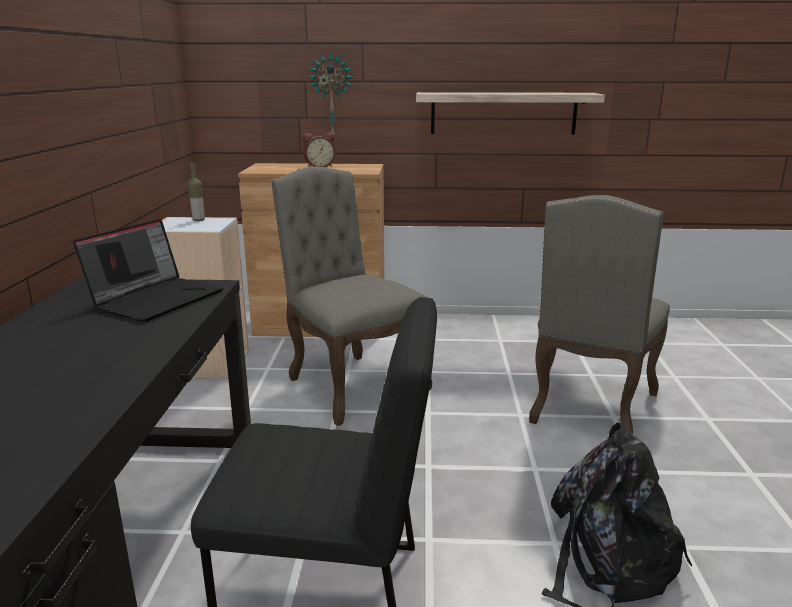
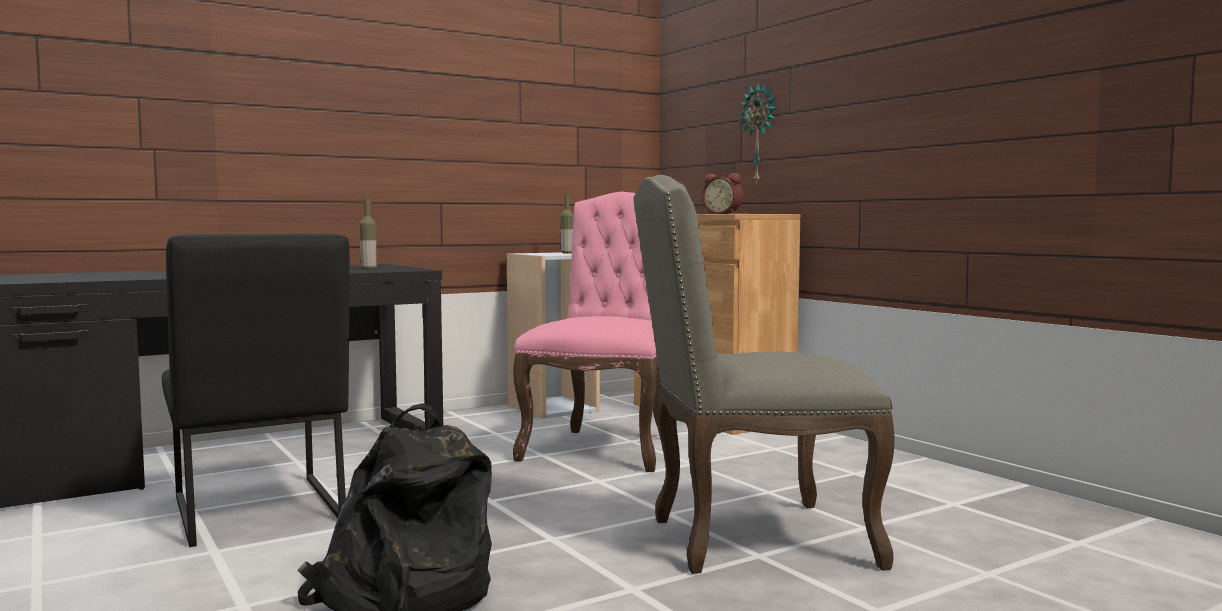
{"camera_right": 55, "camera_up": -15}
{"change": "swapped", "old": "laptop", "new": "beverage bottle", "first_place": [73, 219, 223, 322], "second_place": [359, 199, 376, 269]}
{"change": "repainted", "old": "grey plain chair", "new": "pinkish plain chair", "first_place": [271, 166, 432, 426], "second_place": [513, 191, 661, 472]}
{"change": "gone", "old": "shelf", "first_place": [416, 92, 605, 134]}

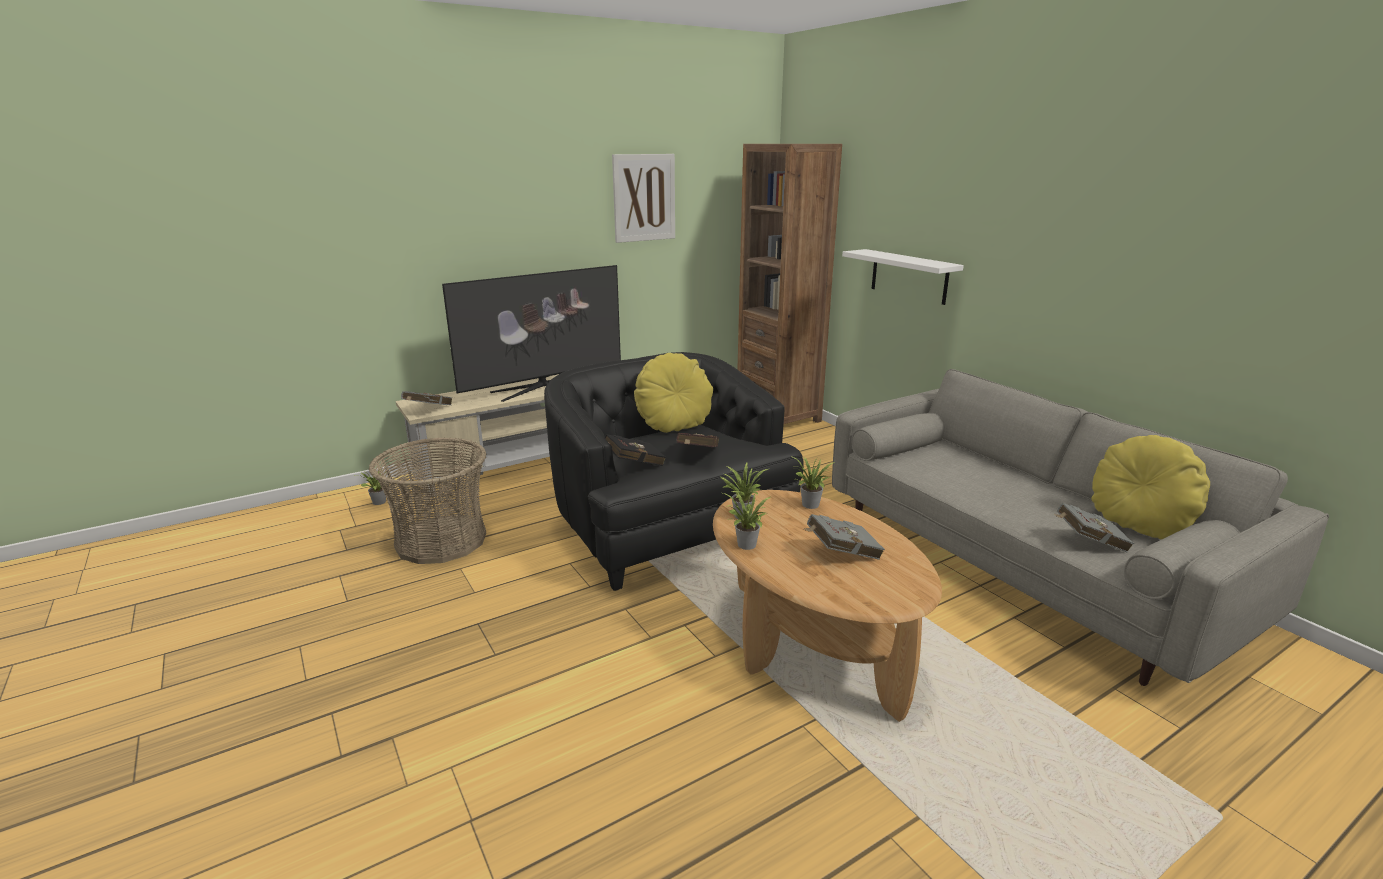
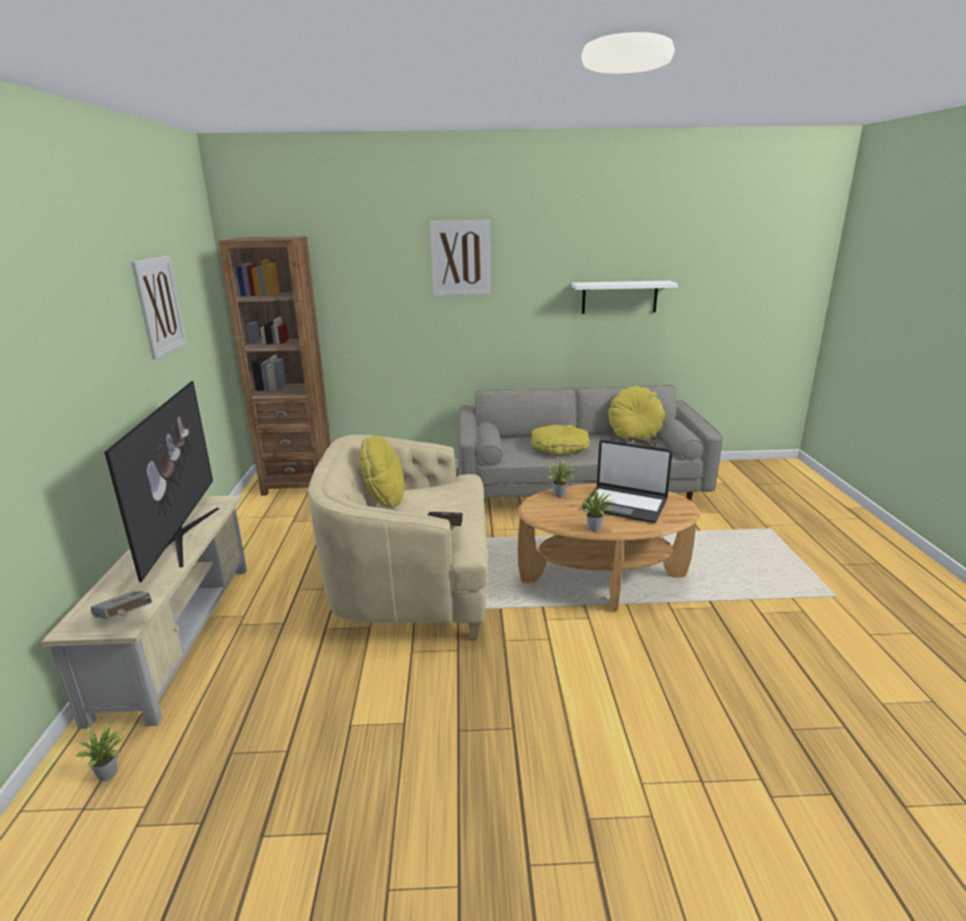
{"camera_right": -60, "camera_up": 0}
{"change": "repainted", "old": "blackish armchair", "new": "beige-coloured armchair", "first_place": [544, 352, 804, 591], "second_place": [308, 434, 488, 639]}
{"change": "new", "new": "wall art", "second_place": [430, 220, 491, 296]}
{"change": "new", "new": "yellow-coloured cushion", "second_place": [531, 425, 590, 455]}
{"change": "shifted", "old": "whitish shelf", "first_place": [842, 249, 964, 305], "second_place": [572, 281, 678, 314]}
{"change": "swapped", "old": "grey book", "new": "laptop", "first_place": [804, 514, 885, 560], "second_place": [582, 440, 672, 523]}
{"change": "gone", "old": "household basket", "first_place": [369, 437, 487, 564]}
{"change": "gone", "old": "red book", "first_place": [676, 433, 719, 447]}
{"change": "gone", "old": "potted plant", "first_place": [721, 463, 768, 519]}

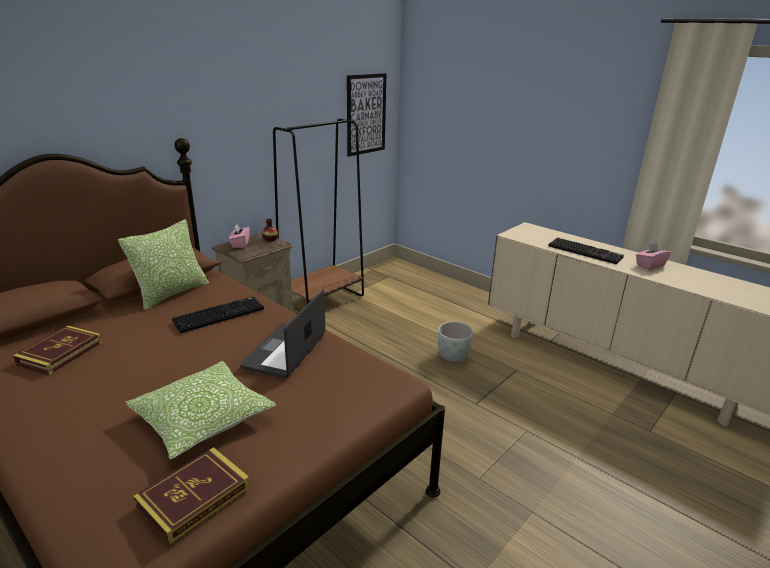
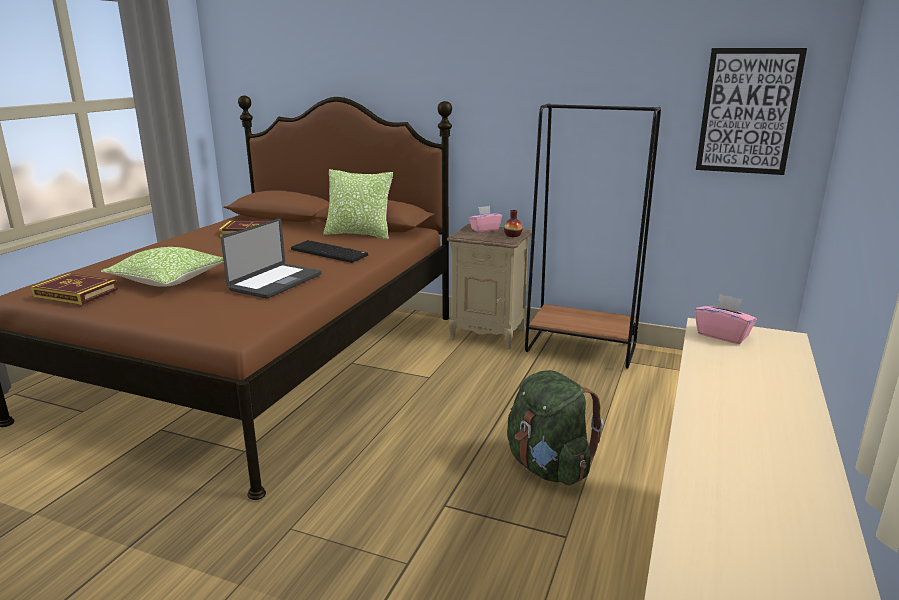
{"camera_right": 70, "camera_up": -5}
{"change": "rotated", "old": "laptop", "first_place": [240, 289, 325, 378], "second_place": [221, 218, 322, 299], "degrees": 120}
{"change": "swapped", "old": "grey plant pot", "new": "green-coloured rucksack", "first_place": [438, 322, 473, 362], "second_place": [507, 370, 603, 486]}
{"change": "shifted", "old": "pinkish tissue box", "first_place": [636, 242, 671, 270], "second_place": [695, 294, 757, 344]}
{"change": "gone", "old": "computer keyboard", "first_place": [548, 238, 624, 264]}

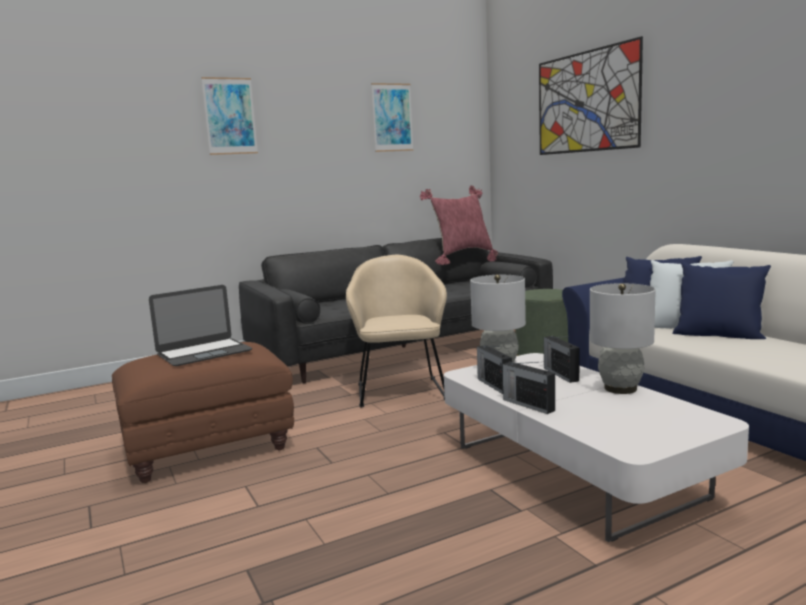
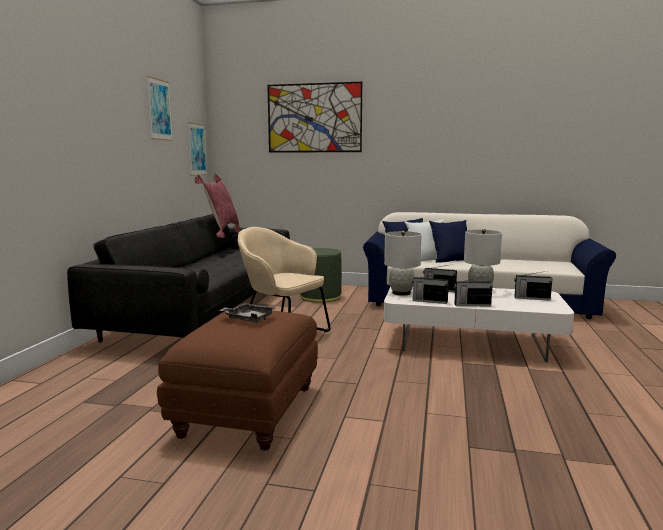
{"camera_right": -50, "camera_up": 0}
{"change": "shifted", "old": "wall art", "first_place": [201, 77, 258, 155], "second_place": [188, 122, 207, 176]}
{"change": "swapped", "old": "laptop", "new": "grey serving tray", "first_place": [149, 285, 252, 366], "second_place": [218, 303, 275, 323]}
{"change": "new", "new": "radio receiver", "second_place": [514, 271, 553, 301]}

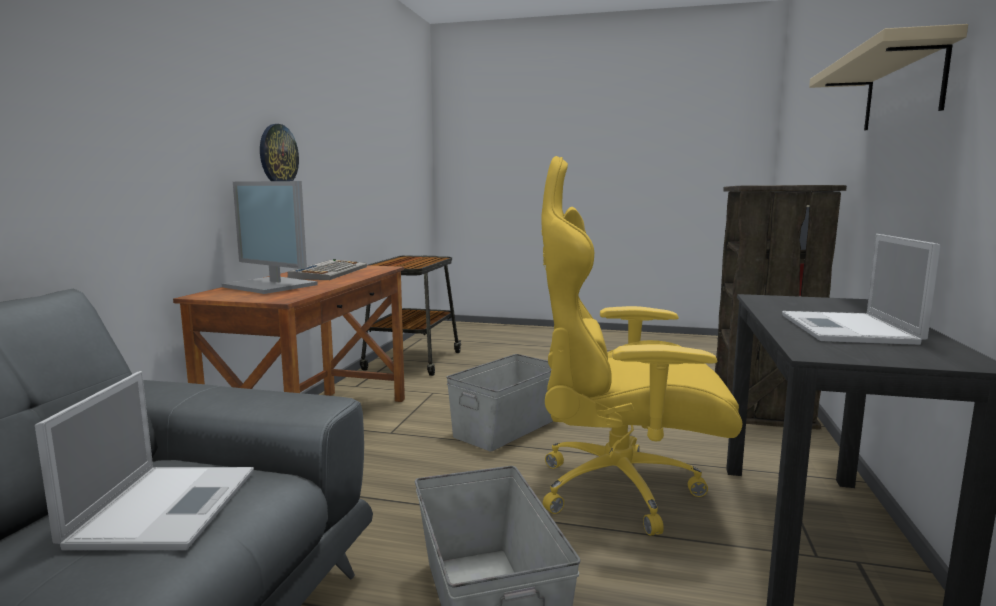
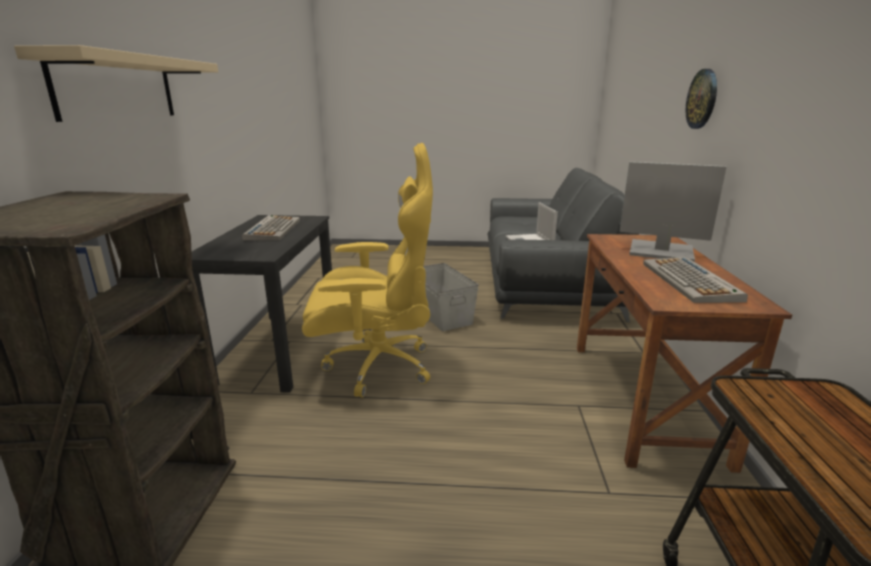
{"camera_right": 170, "camera_up": 10}
{"change": "swapped", "old": "laptop", "new": "computer keyboard", "first_place": [782, 234, 941, 345], "second_place": [242, 215, 300, 241]}
{"change": "shifted", "old": "wall clock", "first_place": [260, 124, 299, 181], "second_place": [686, 69, 717, 129]}
{"change": "gone", "old": "grey storage box", "first_place": [446, 354, 553, 451]}

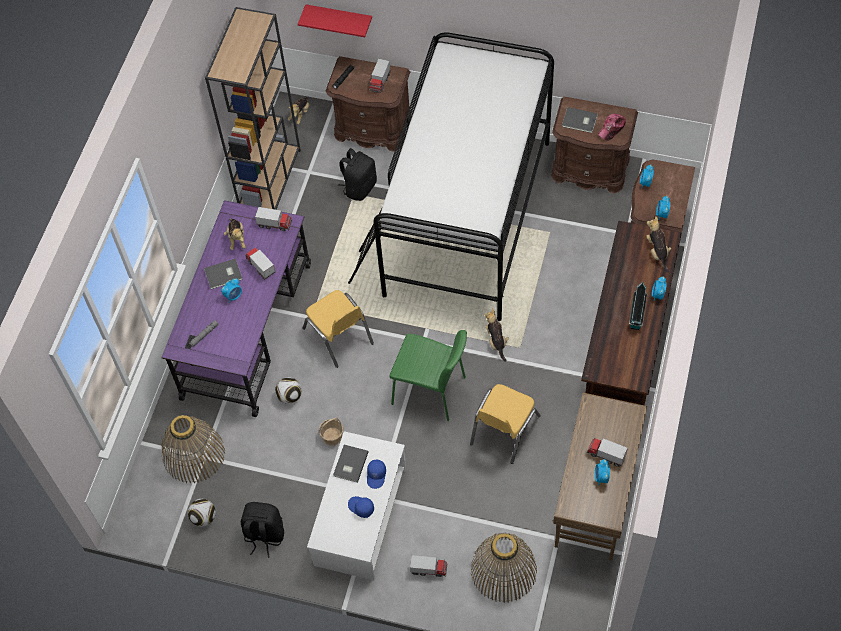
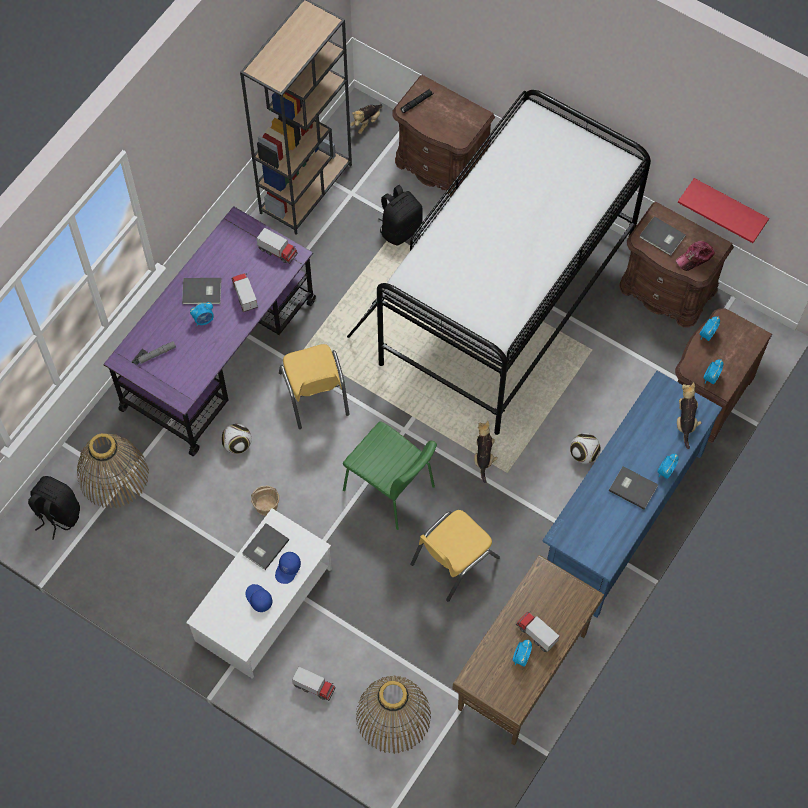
{"camera_right": 15, "camera_up": 5}
{"change": "shifted", "old": "blackish rucksack", "first_place": [241, 502, 284, 558], "second_place": [28, 476, 80, 540]}
{"change": "repainted", "old": "brown drawer chest", "new": "blue-coloured drawer chest", "first_place": [581, 221, 682, 405], "second_place": [543, 371, 722, 618]}
{"change": "shifted", "old": "ball for football", "first_place": [188, 499, 216, 527], "second_place": [570, 433, 601, 464]}
{"change": "swapped", "old": "model house", "new": "grey book", "first_place": [629, 281, 647, 330], "second_place": [609, 466, 658, 510]}
{"change": "shifted", "old": "red shelf", "first_place": [298, 4, 372, 37], "second_place": [678, 178, 769, 243]}
{"change": "gone", "old": "plush toy", "first_place": [224, 219, 246, 250]}
{"change": "gone", "old": "model truck", "first_place": [369, 59, 390, 93]}

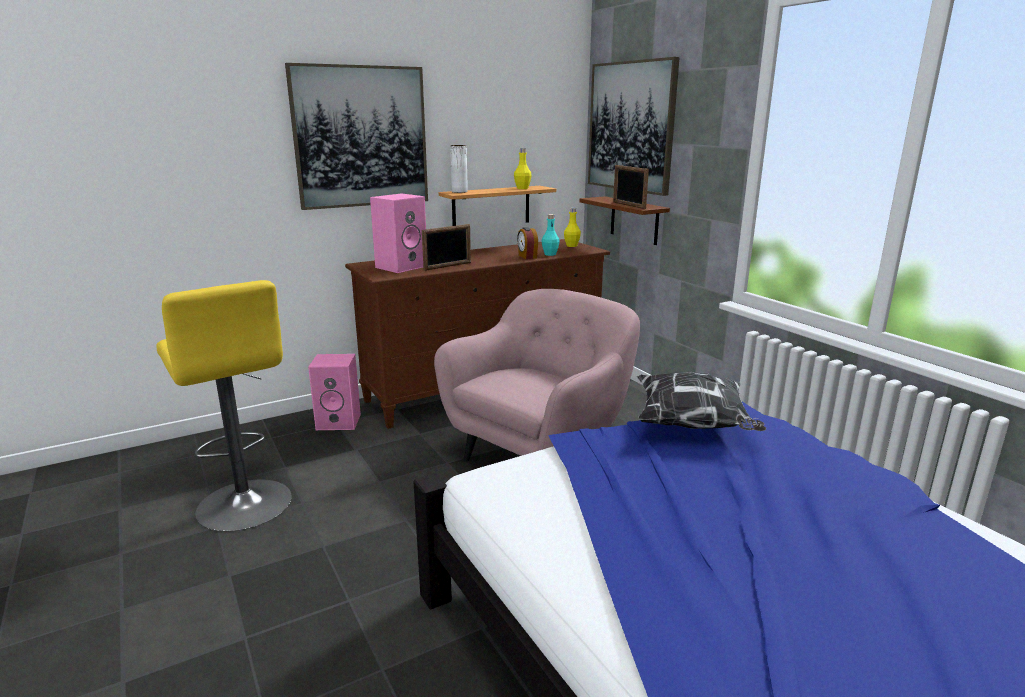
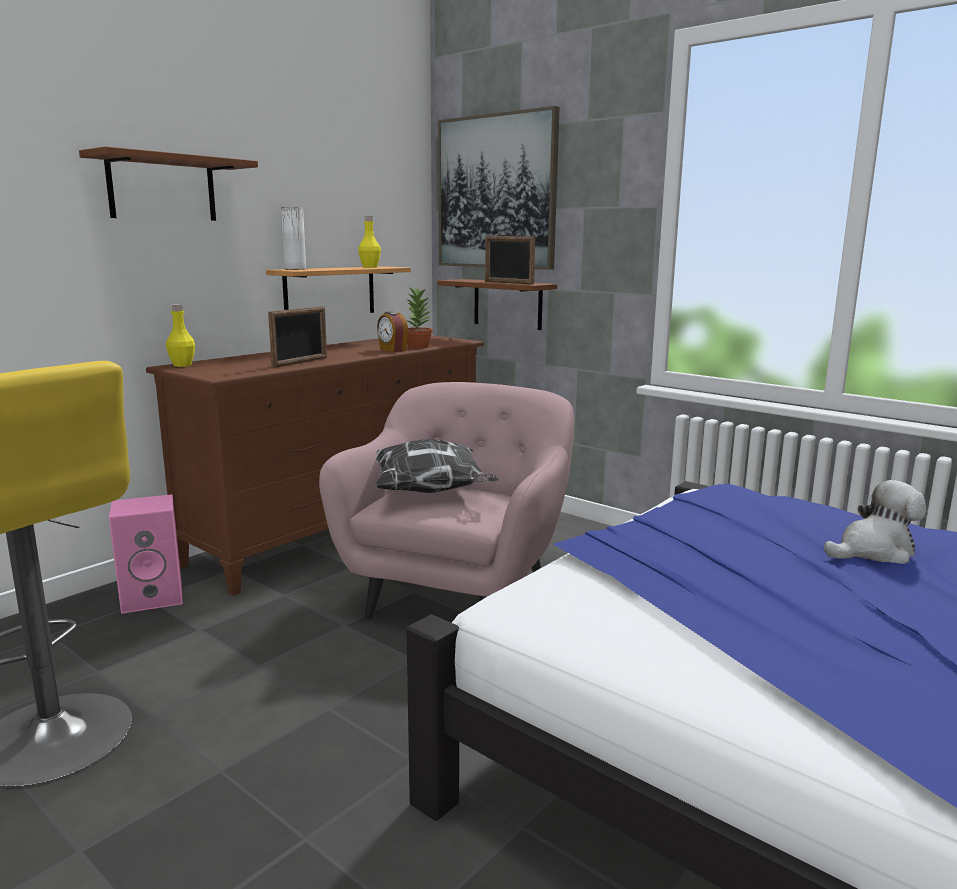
{"camera_right": -20, "camera_up": -5}
{"change": "swapped", "old": "wall art", "new": "brown shelf", "first_place": [285, 63, 428, 210], "second_place": [79, 146, 258, 221]}
{"change": "shifted", "old": "yellow-coloured beverage bottle", "first_place": [564, 208, 581, 247], "second_place": [166, 304, 195, 367]}
{"change": "shifted", "old": "cushion", "first_place": [637, 372, 766, 431], "second_place": [374, 439, 499, 494]}
{"change": "swapped", "old": "turquoise-coloured beverage bottle", "new": "potted plant", "first_place": [542, 214, 560, 256], "second_place": [406, 287, 433, 348]}
{"change": "new", "new": "plush toy", "second_place": [824, 480, 926, 564]}
{"change": "gone", "old": "pinkish audio speaker", "first_place": [370, 193, 426, 273]}

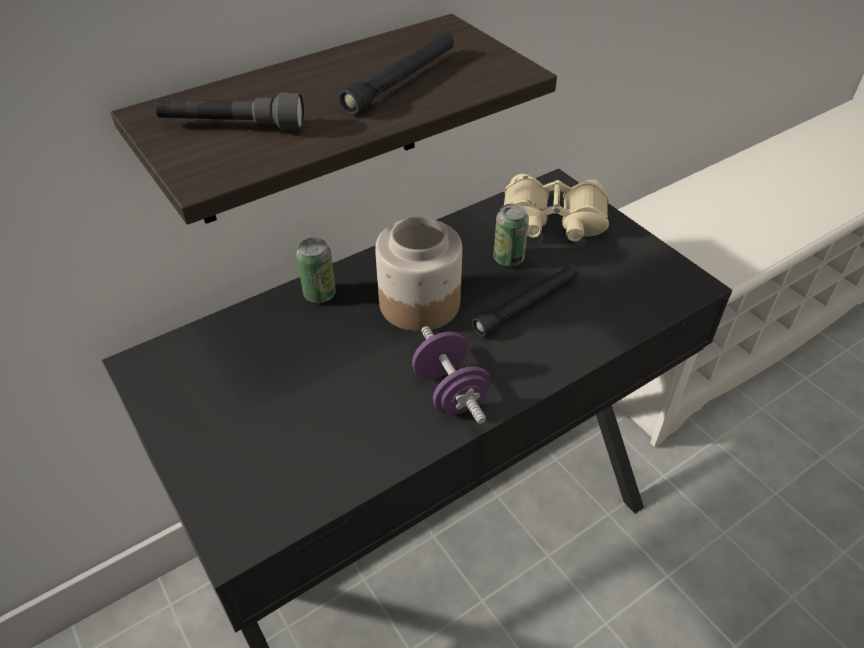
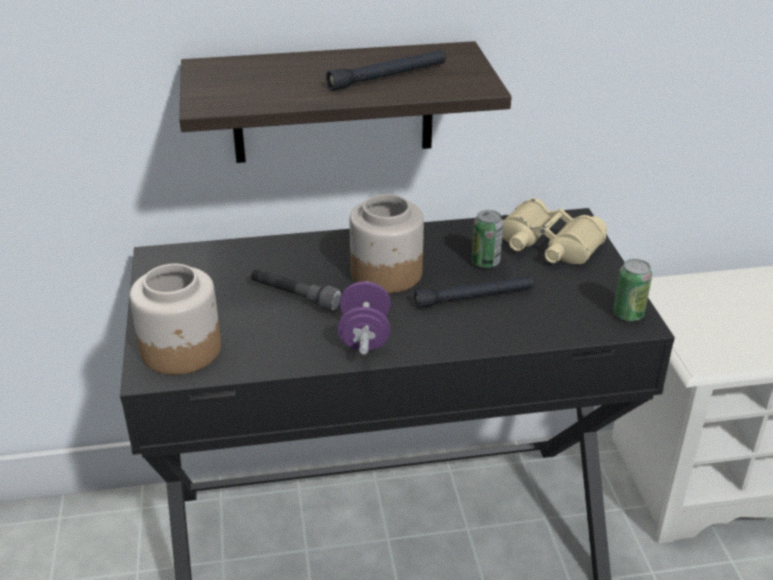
{"camera_right": 25, "camera_up": -10}
{"change": "new", "new": "preserve jar", "second_place": [130, 264, 221, 375]}
{"change": "shifted", "old": "grey hand torch", "first_place": [155, 93, 304, 130], "second_place": [251, 269, 343, 312]}
{"change": "shifted", "old": "sealed can", "first_place": [297, 238, 336, 303], "second_place": [613, 259, 652, 321]}

